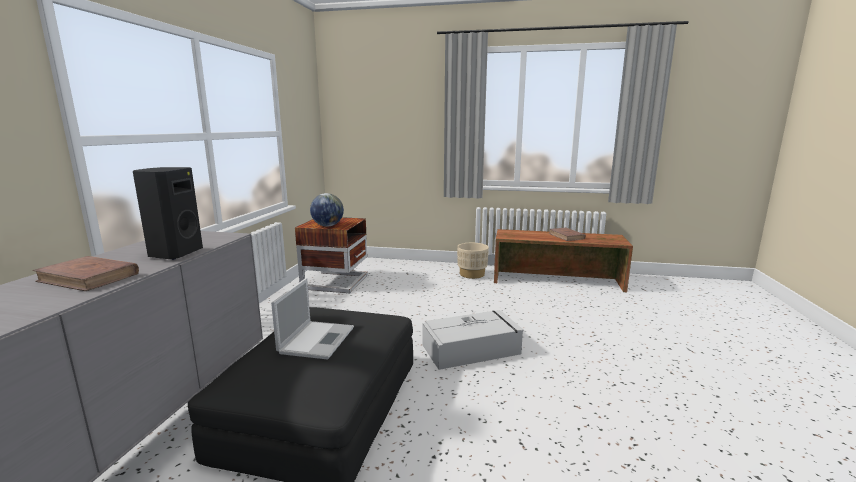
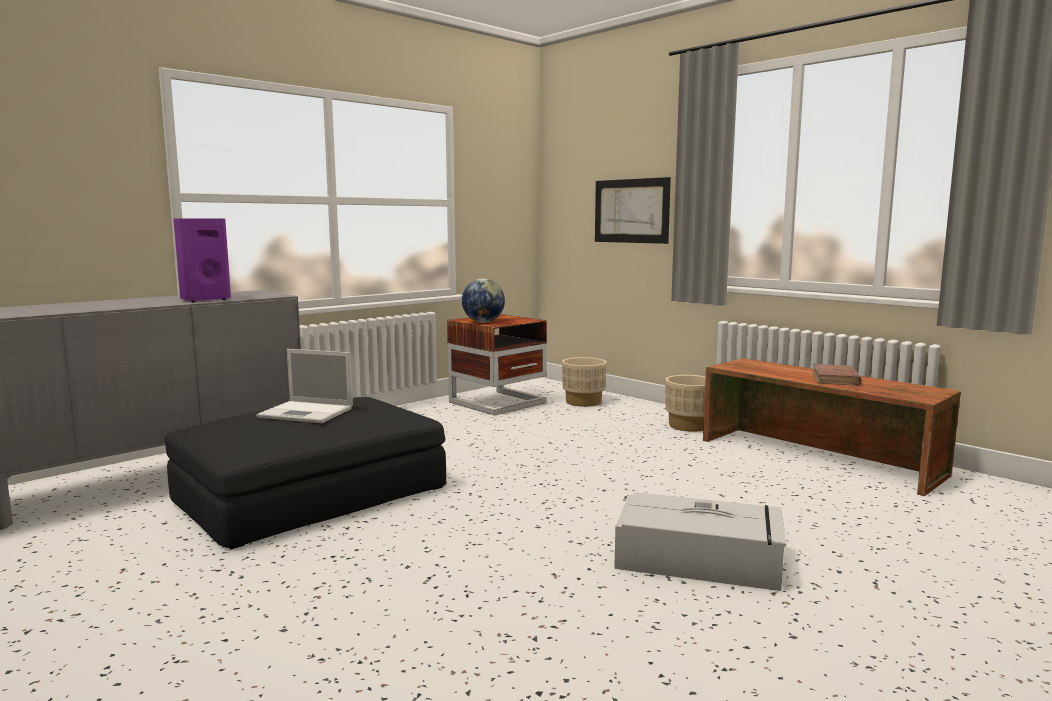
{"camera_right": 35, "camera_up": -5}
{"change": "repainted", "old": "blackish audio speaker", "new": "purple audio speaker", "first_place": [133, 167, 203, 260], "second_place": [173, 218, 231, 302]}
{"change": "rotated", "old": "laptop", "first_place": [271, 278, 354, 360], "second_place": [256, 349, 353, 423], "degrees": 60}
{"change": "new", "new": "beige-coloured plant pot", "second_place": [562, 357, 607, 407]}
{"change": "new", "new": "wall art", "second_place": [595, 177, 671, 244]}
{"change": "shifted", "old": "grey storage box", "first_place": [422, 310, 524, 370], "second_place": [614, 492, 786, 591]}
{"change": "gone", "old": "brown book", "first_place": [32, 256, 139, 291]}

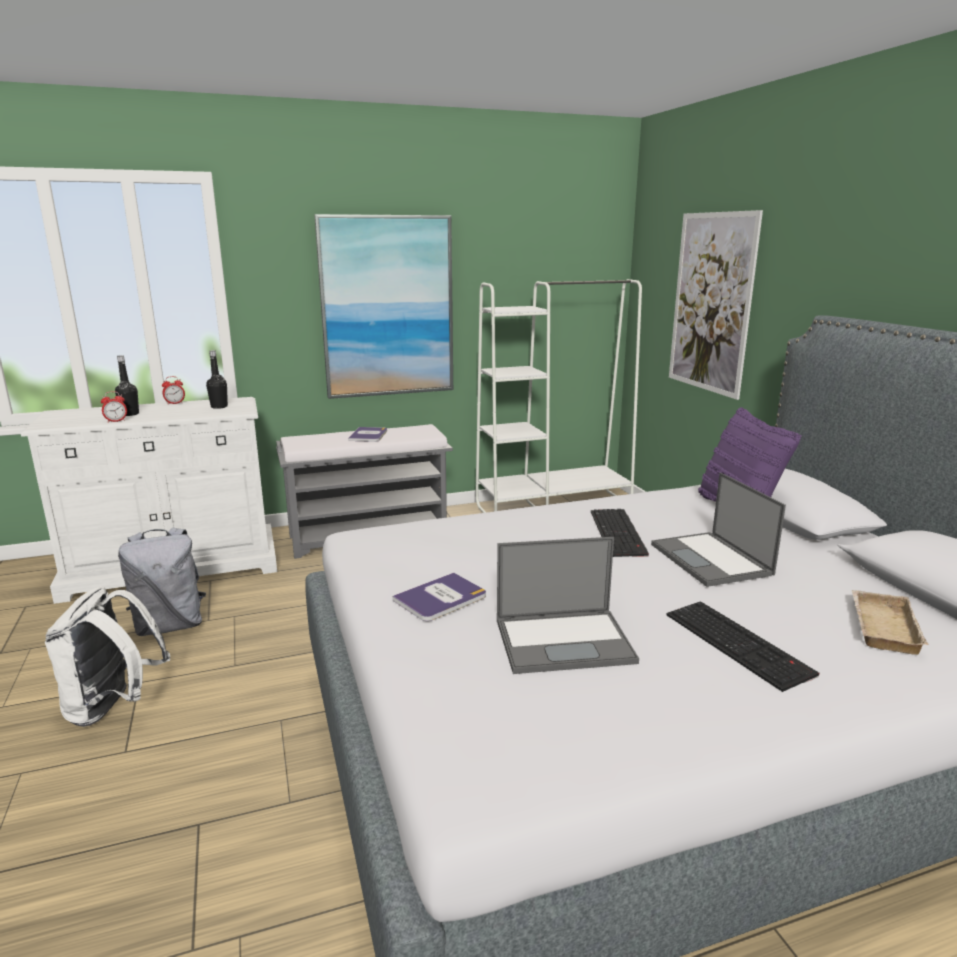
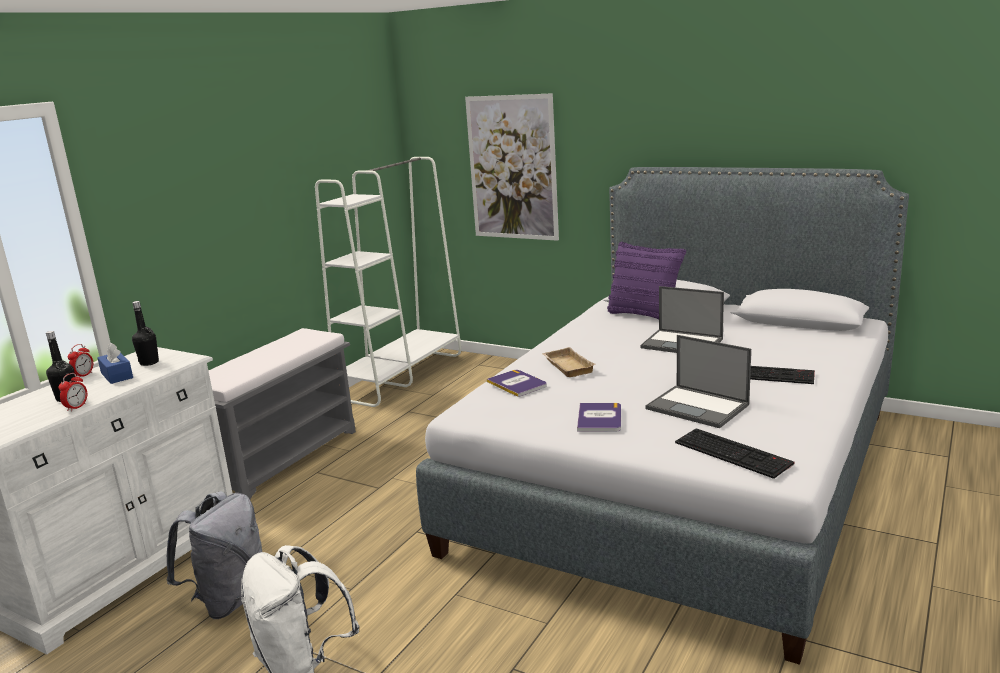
{"camera_right": -40, "camera_up": 0}
{"change": "new", "new": "blue-coloured tissue box", "second_place": [97, 343, 133, 384]}
{"change": "shifted", "old": "book", "first_place": [348, 427, 387, 442], "second_place": [487, 370, 547, 397]}
{"change": "shifted", "old": "beige-coloured serving tray", "first_place": [851, 590, 929, 655], "second_place": [542, 347, 595, 377]}
{"change": "rotated", "old": "laptop", "first_place": [497, 537, 639, 674], "second_place": [646, 335, 751, 428], "degrees": 90}
{"change": "shifted", "old": "computer keyboard", "first_place": [591, 509, 649, 557], "second_place": [675, 428, 794, 479]}
{"change": "gone", "old": "wall art", "first_place": [314, 214, 453, 399]}

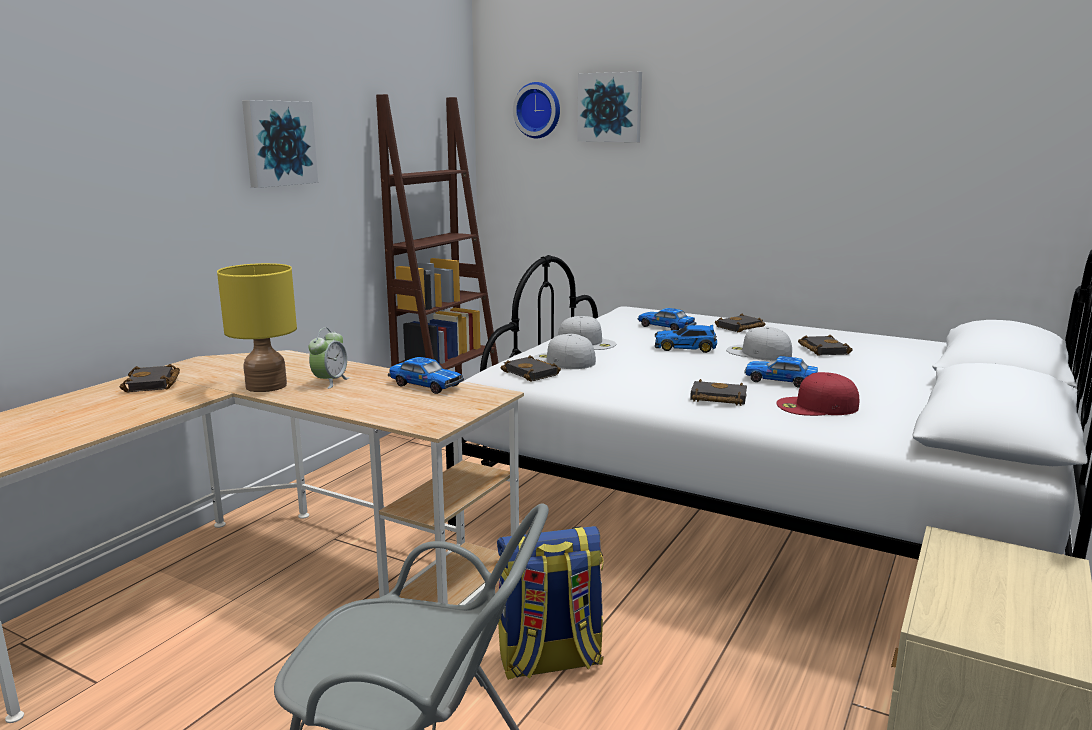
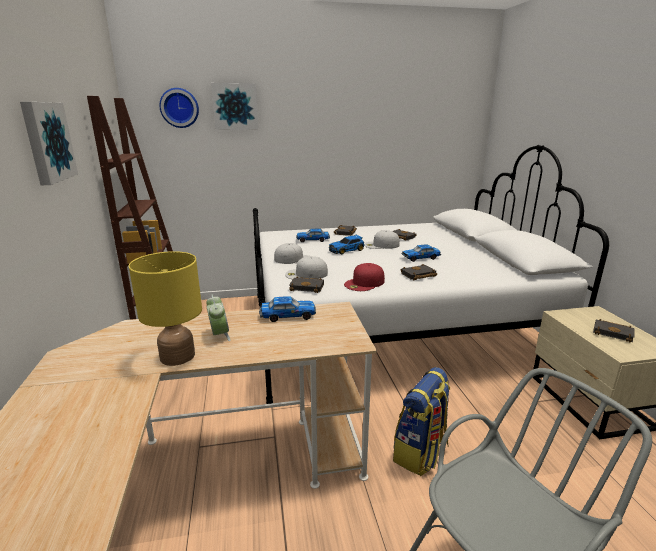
{"camera_right": -40, "camera_up": 5}
{"change": "shifted", "old": "red peaked cap", "first_place": [776, 372, 859, 416], "second_place": [344, 263, 385, 291]}
{"change": "shifted", "old": "blackish book", "first_place": [120, 364, 180, 393], "second_place": [593, 319, 635, 342]}

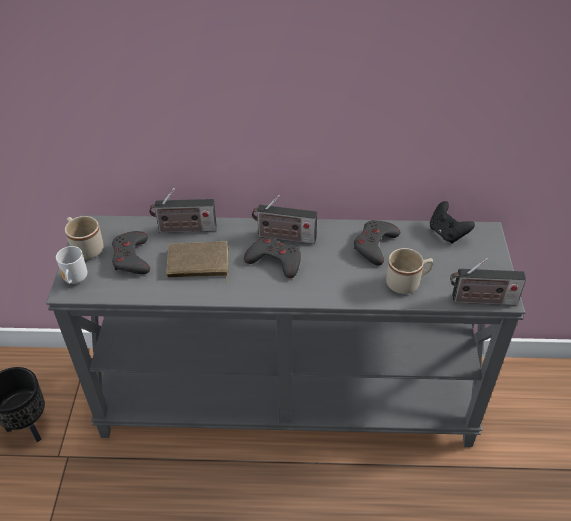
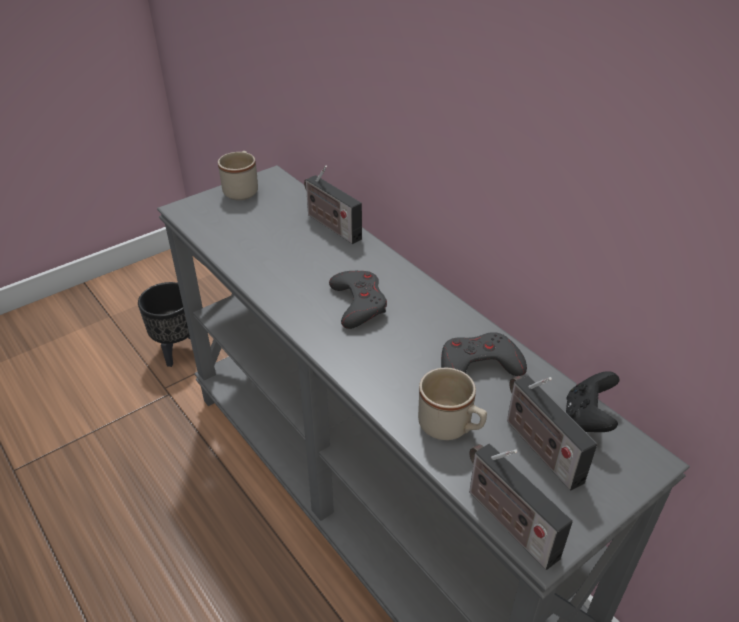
{"camera_right": 50, "camera_up": -5}
{"change": "shifted", "old": "radio receiver", "first_place": [252, 195, 317, 244], "second_place": [507, 375, 597, 491]}
{"change": "gone", "old": "tea mug", "first_place": [56, 246, 87, 284]}
{"change": "gone", "old": "grey game controller", "first_place": [112, 231, 150, 274]}
{"change": "gone", "old": "brown book", "first_place": [166, 241, 230, 282]}

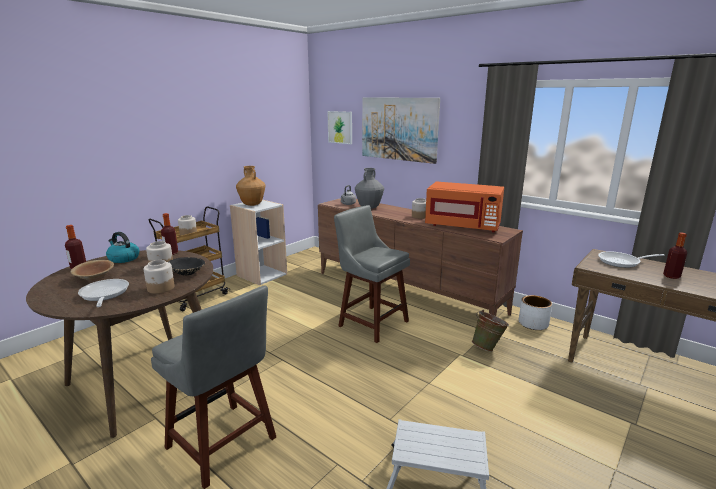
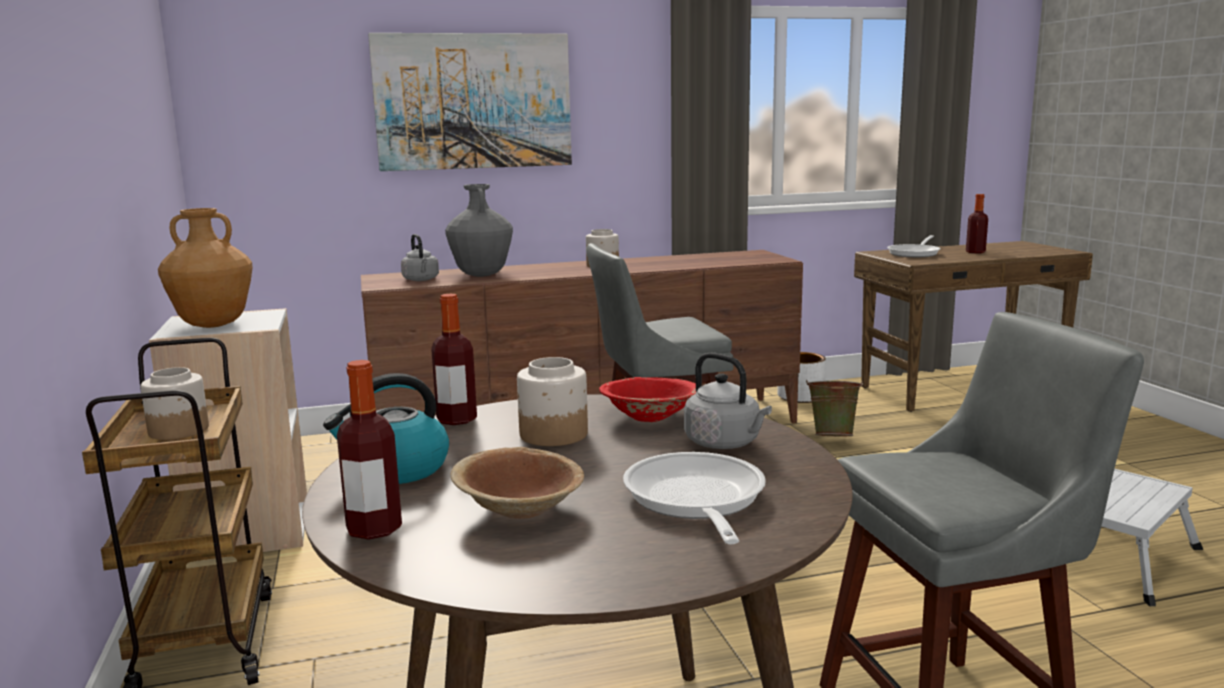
{"camera_right": -55, "camera_up": -5}
{"change": "repainted", "old": "blackish serving bowl", "new": "red serving bowl", "first_place": [168, 257, 205, 276], "second_place": [599, 377, 696, 422]}
{"change": "rotated", "old": "pan", "first_place": [78, 279, 129, 307], "second_place": [623, 452, 766, 544], "degrees": 75}
{"change": "swapped", "old": "preserve jar", "new": "grey kettle", "first_place": [144, 260, 175, 294], "second_place": [684, 352, 772, 449]}
{"change": "gone", "old": "wall art", "first_place": [327, 111, 352, 144]}
{"change": "gone", "old": "orange-coloured kitchen microwave", "first_place": [425, 181, 504, 232]}

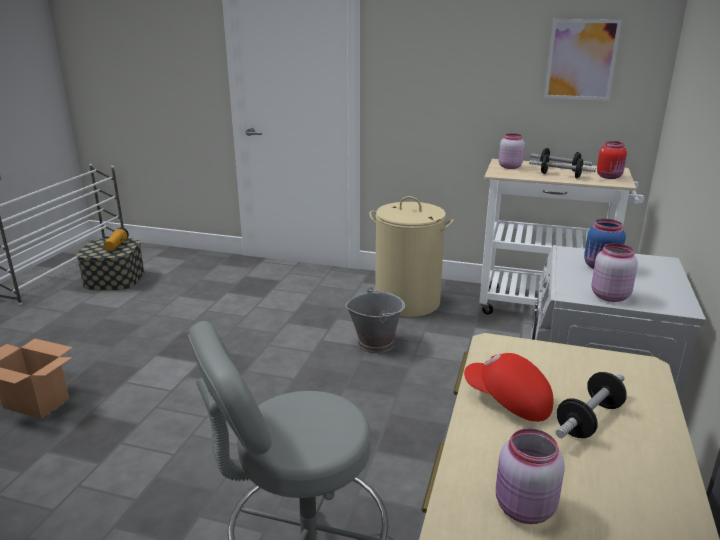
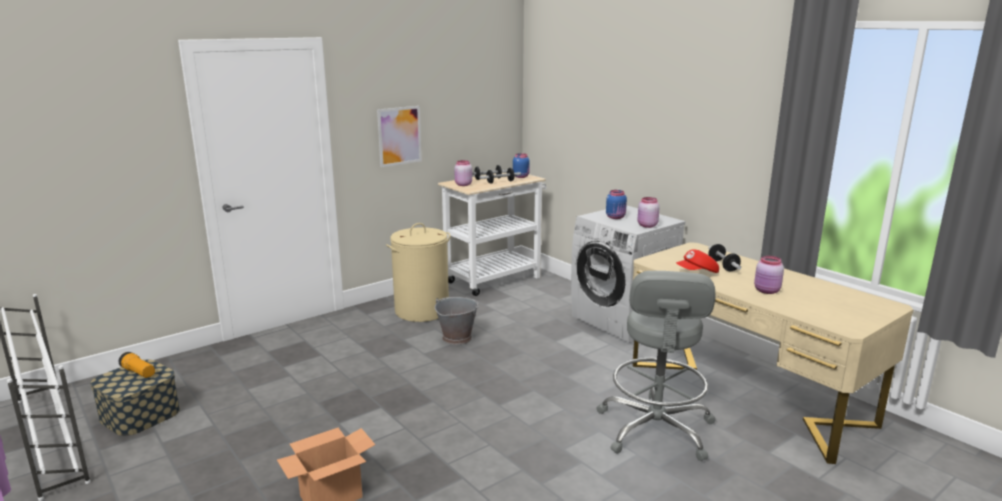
{"camera_right": -55, "camera_up": -5}
{"change": "shifted", "old": "wall art", "first_place": [544, 19, 622, 101], "second_place": [377, 106, 422, 167]}
{"change": "repainted", "old": "red preserve jar", "new": "blue-coloured preserve jar", "first_place": [597, 141, 627, 179], "second_place": [513, 153, 530, 178]}

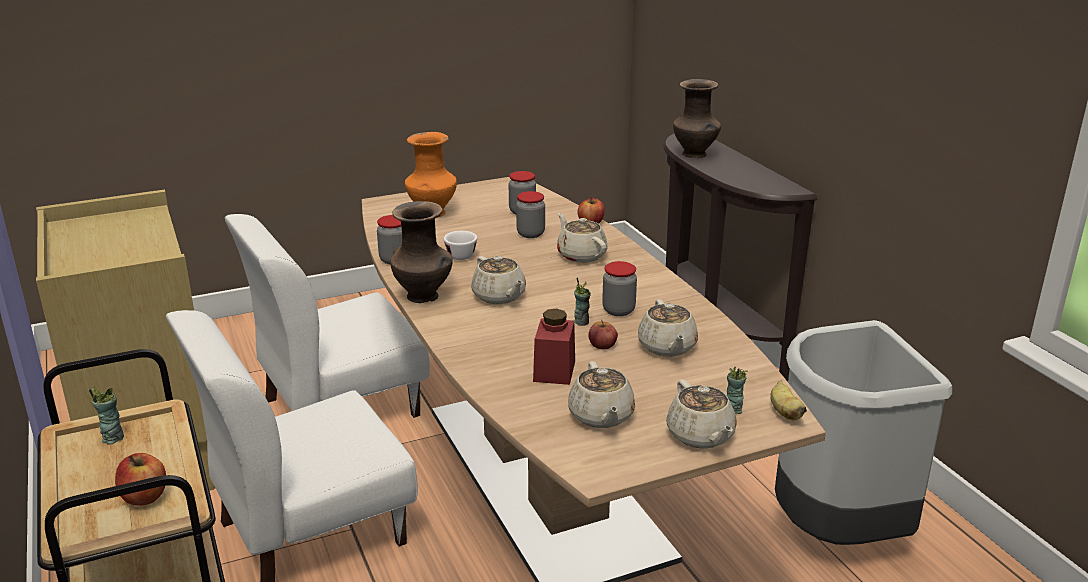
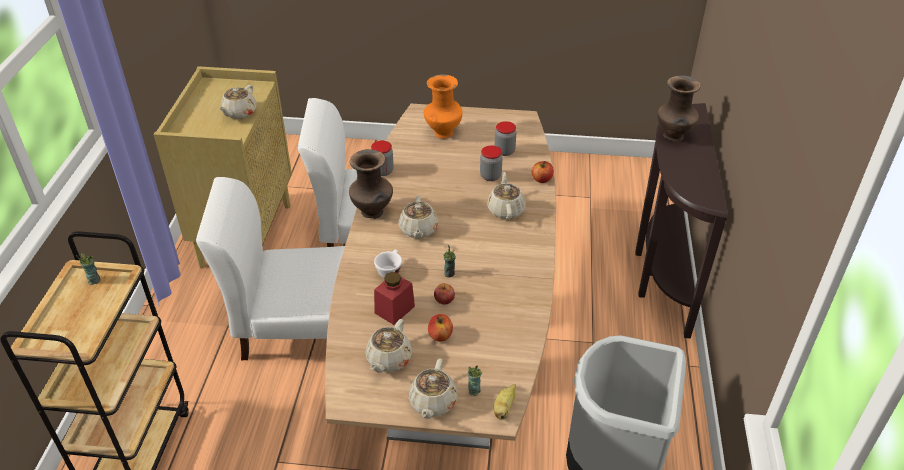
{"camera_right": 30, "camera_up": 15}
{"change": "shifted", "old": "beige-coloured pot for tea", "first_place": [638, 299, 698, 356], "second_place": [219, 85, 257, 119]}
{"change": "shifted", "old": "whitish cup", "first_place": [444, 231, 477, 260], "second_place": [374, 250, 402, 278]}
{"change": "shifted", "old": "whole apple", "first_place": [115, 453, 166, 506], "second_place": [428, 314, 453, 342]}
{"change": "gone", "old": "preserve jar", "first_place": [602, 261, 637, 316]}

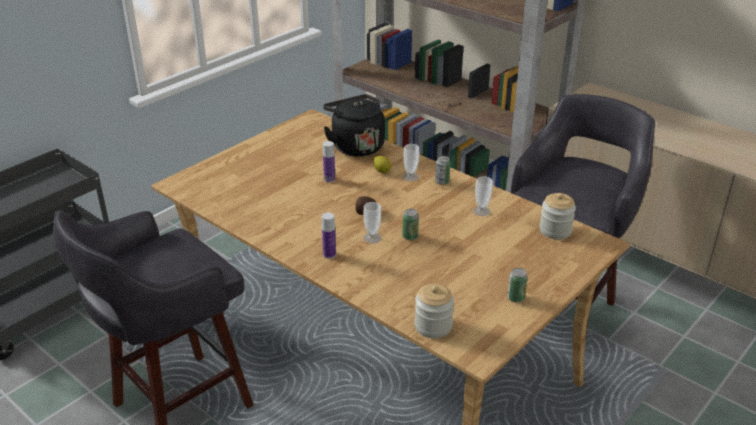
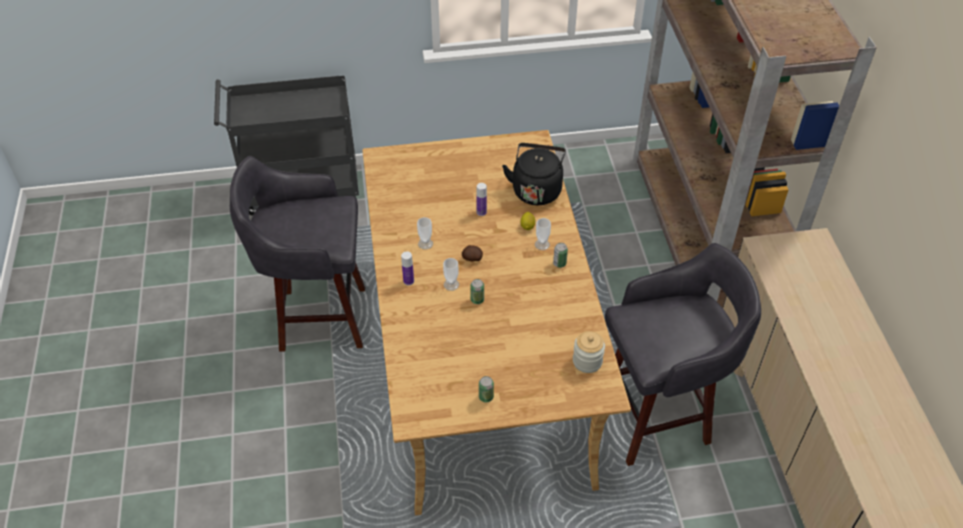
{"camera_right": 40, "camera_up": 15}
{"change": "shifted", "old": "cup", "first_place": [473, 176, 493, 216], "second_place": [417, 217, 433, 250]}
{"change": "gone", "old": "preserve jar", "first_place": [415, 284, 454, 338]}

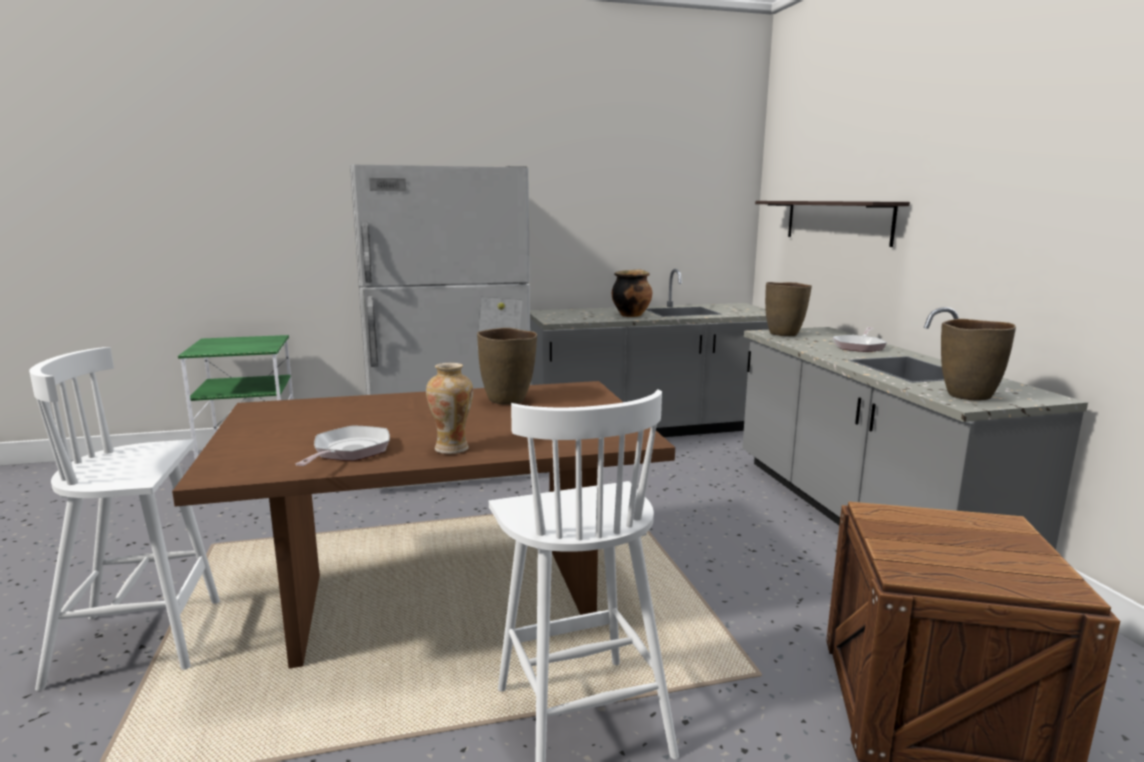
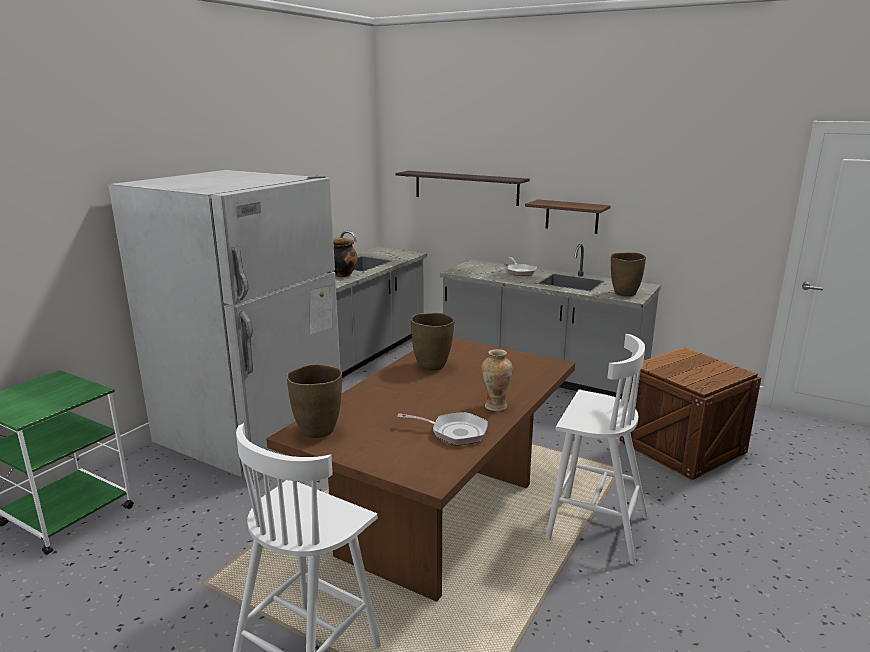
{"camera_right": -45, "camera_up": 5}
{"change": "shifted", "old": "brown flower vase", "first_place": [765, 282, 812, 336], "second_place": [287, 364, 342, 438]}
{"change": "rotated", "old": "pan", "first_place": [295, 425, 390, 466], "second_place": [397, 412, 488, 445], "degrees": 135}
{"change": "new", "new": "shelf", "second_place": [525, 199, 611, 234]}

